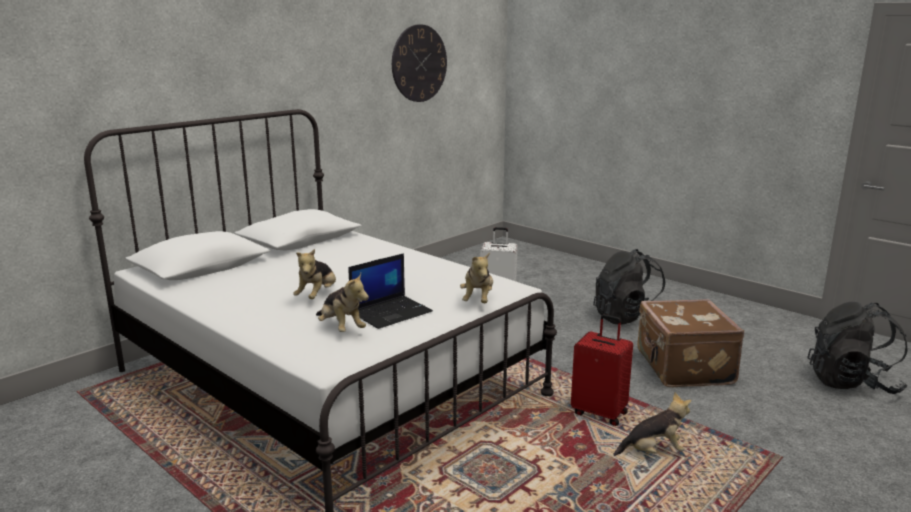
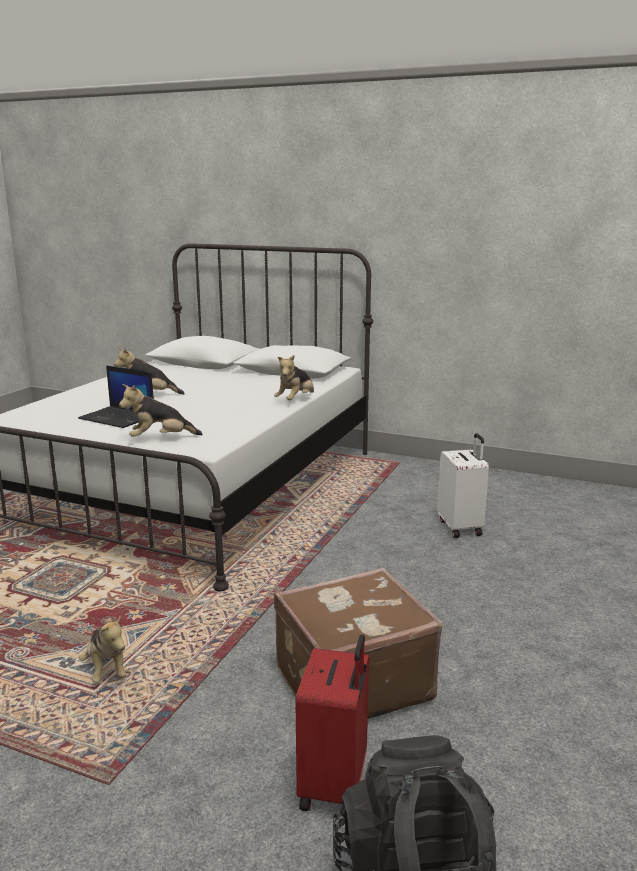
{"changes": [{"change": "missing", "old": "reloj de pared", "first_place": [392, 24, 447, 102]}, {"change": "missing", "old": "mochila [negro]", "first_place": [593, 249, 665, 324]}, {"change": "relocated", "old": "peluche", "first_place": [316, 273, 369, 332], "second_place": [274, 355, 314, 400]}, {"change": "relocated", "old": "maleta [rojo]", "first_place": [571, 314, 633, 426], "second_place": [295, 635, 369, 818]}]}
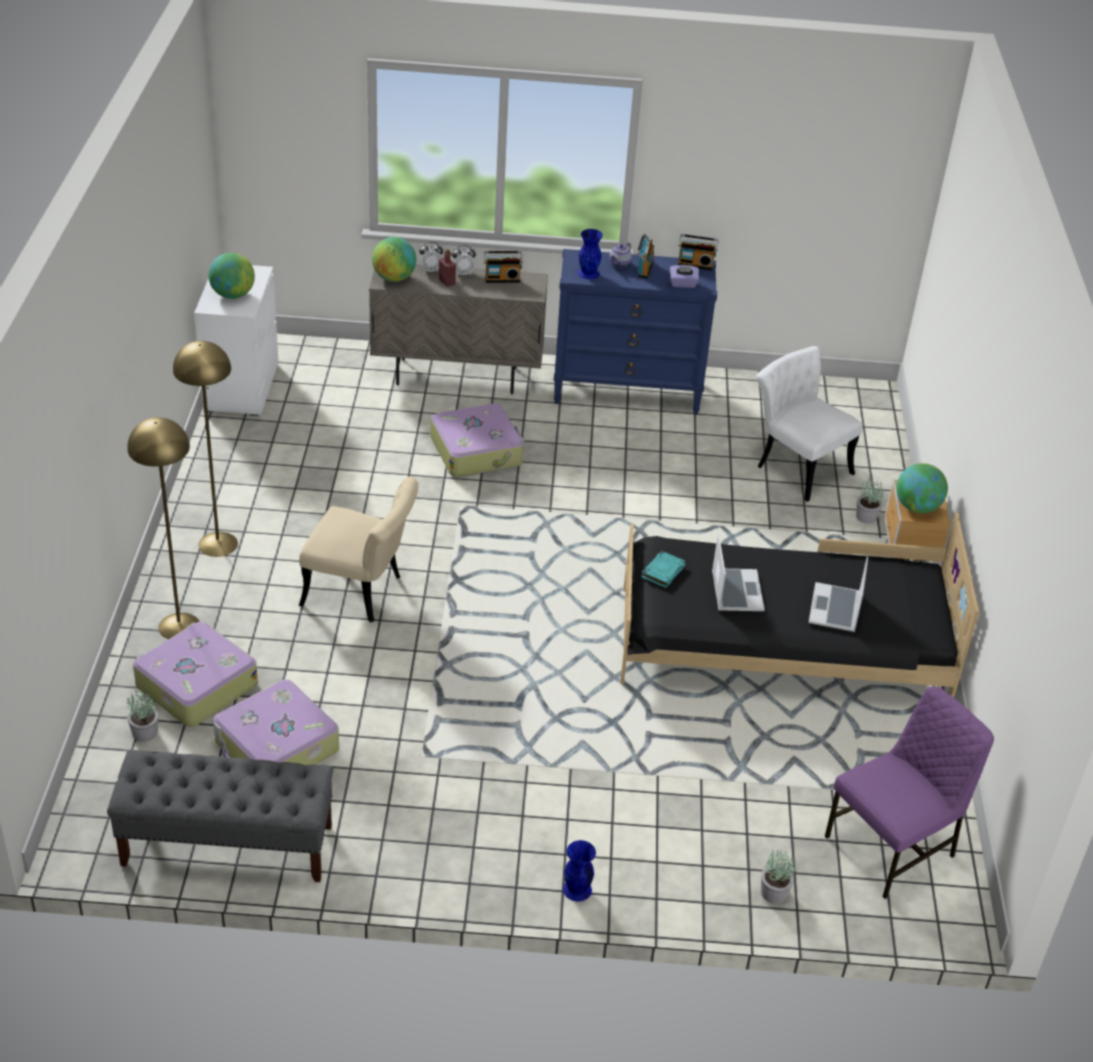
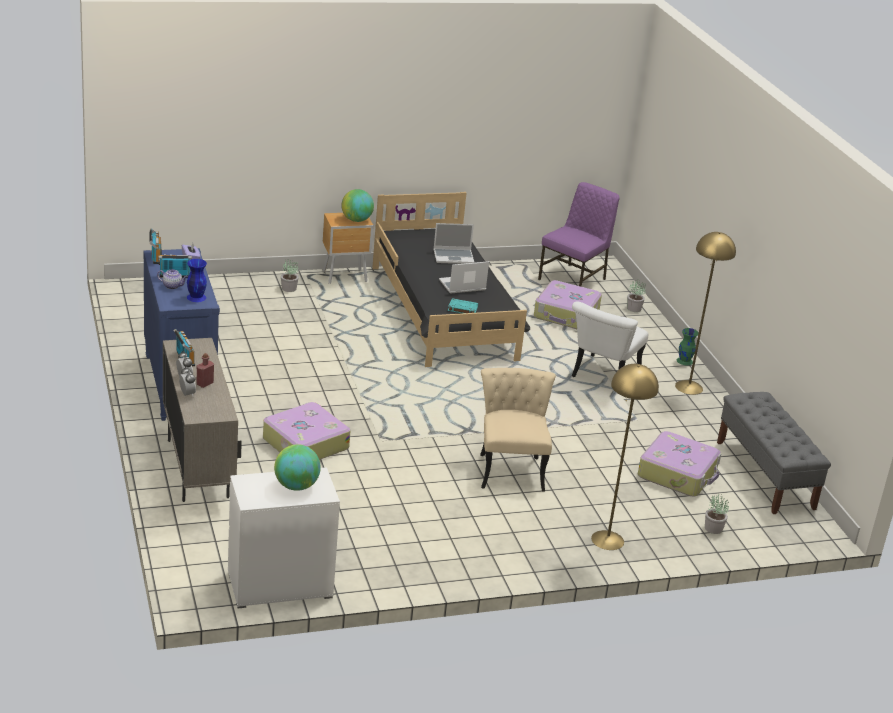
{"changes": [{"change": "missing", "old": "globo terráqueo", "first_place": [372, 237, 416, 282]}, {"change": "relocated", "old": "lámpara de pie [amarillo]", "first_place": [173, 341, 238, 557], "second_place": [675, 232, 736, 395]}, {"change": "relocated", "old": "silla [blanco]", "first_place": [756, 346, 863, 502], "second_place": [572, 301, 648, 377]}, {"change": "relocated", "old": "maleta", "first_place": [133, 622, 258, 727], "second_place": [534, 280, 602, 329]}, {"change": "spun", "old": "silla [morado]", "first_place": [825, 686, 994, 899], "second_place": [538, 182, 620, 287], "degrees": 90}, {"change": "colour", "old": "florero [azul]", "new": "florero [verde]", "first_place": [563, 840, 596, 902], "second_place": [677, 328, 698, 365]}]}
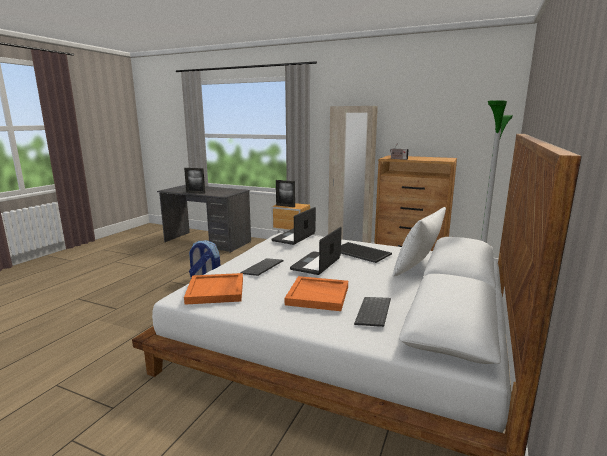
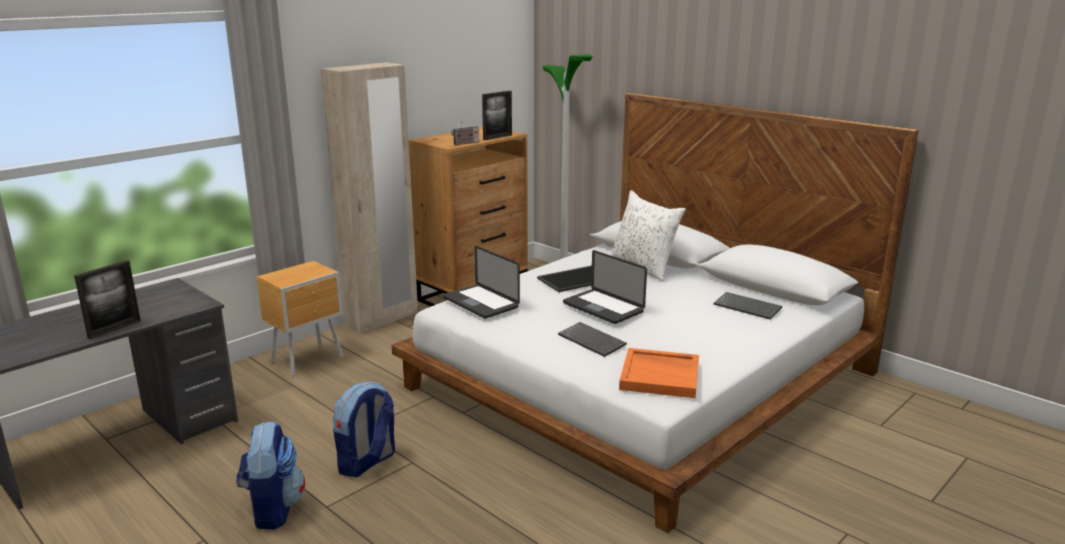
{"changes": [{"change": "relocated", "old": "portarretratos", "first_place": [276, 180, 295, 207], "second_place": [482, 91, 512, 140]}, {"change": "missing", "old": "bandeja [naranja]", "first_place": [285, 276, 348, 311]}, {"change": "appeared", "new": "mochila", "second_place": [237, 422, 305, 530]}]}
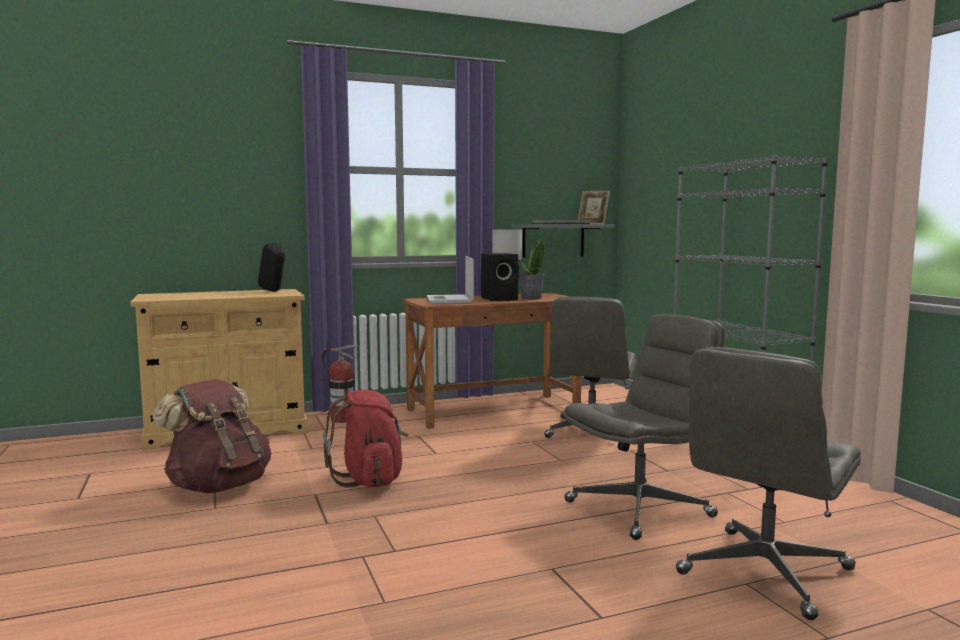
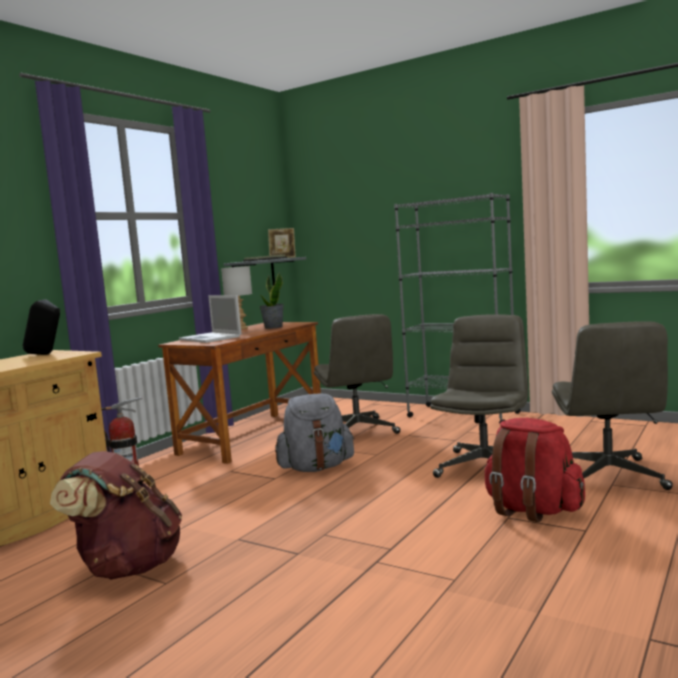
{"changes": [{"change": "missing", "old": "altavoz [negro]", "first_place": [481, 253, 519, 301]}, {"change": "relocated", "old": "mochila [rojo]", "first_place": [323, 390, 409, 488], "second_place": [484, 418, 585, 522]}, {"change": "appeared", "new": "mochila [gris]", "second_place": [275, 393, 355, 472]}]}
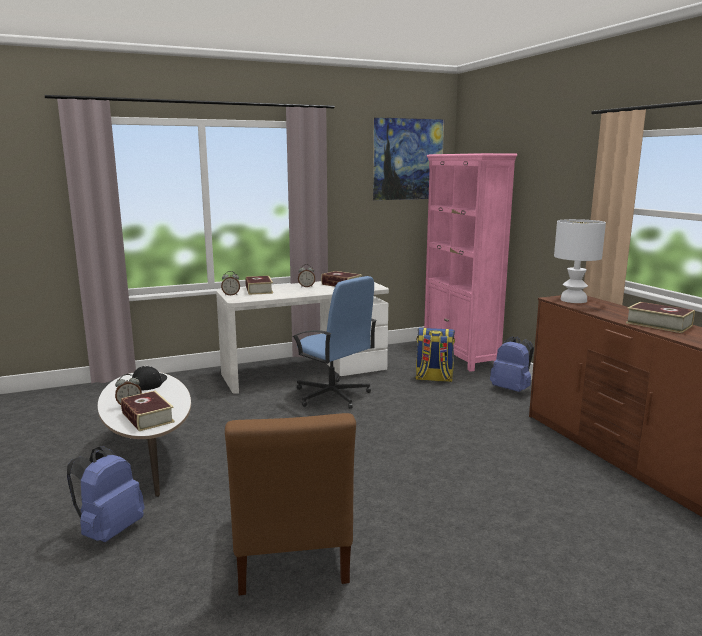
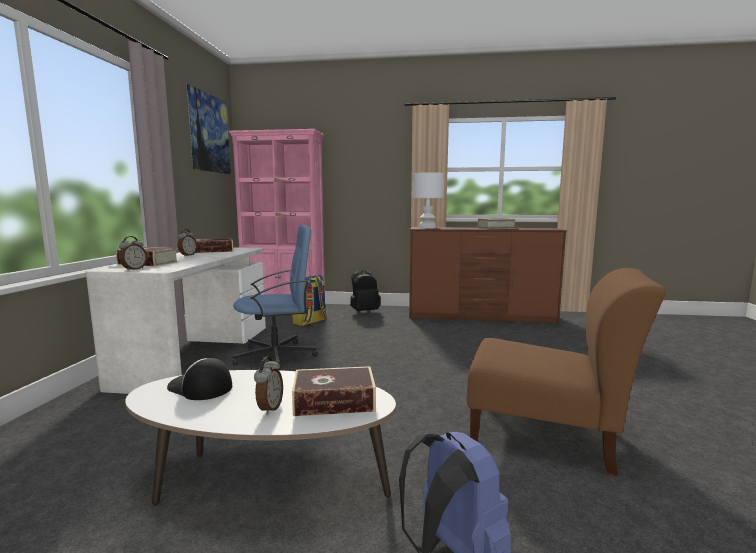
{"changes": [{"change": "colour", "old": "mochila [azul]", "new": "mochila [negro]", "first_place": [490, 336, 534, 392], "second_place": [350, 270, 381, 311]}]}
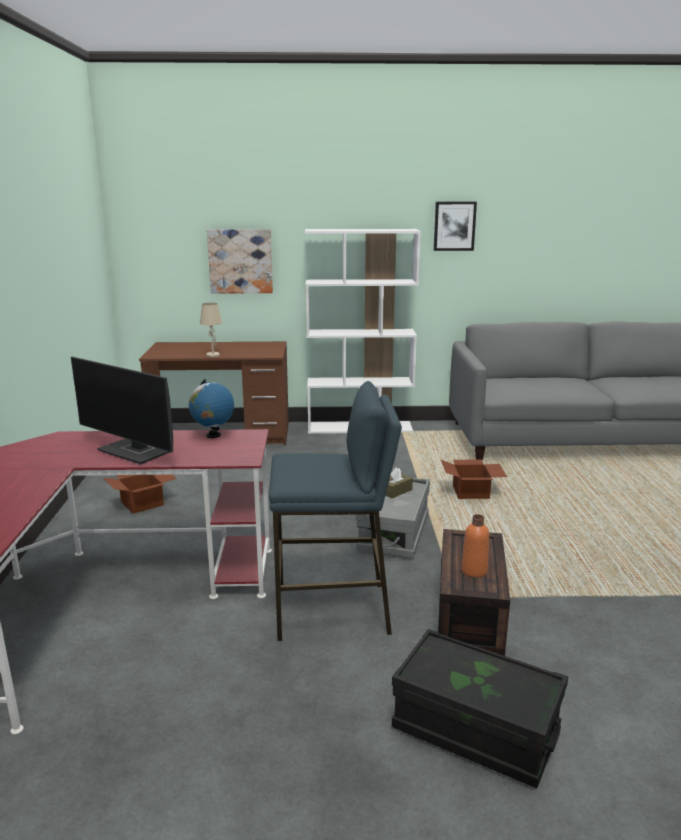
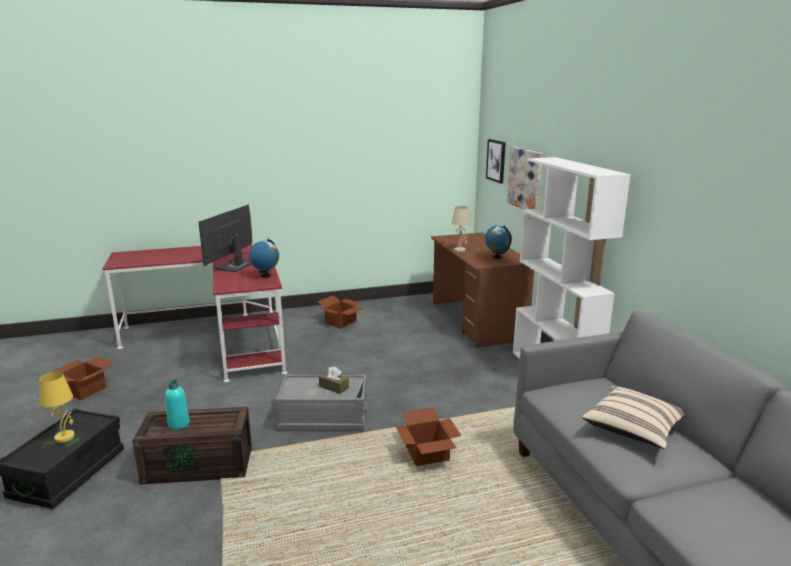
{"changes": [{"change": "relocated", "old": "cuadro", "first_place": [434, 202, 477, 251], "second_place": [486, 139, 506, 184]}, {"change": "missing", "old": "taburete [azul]", "first_place": [269, 381, 402, 641]}, {"change": "colour", "old": "botella [naranja]", "new": "botella [turquesa]", "first_place": [461, 514, 489, 577], "second_place": [165, 380, 190, 430]}, {"change": "appeared", "new": "globo terráqueo", "second_place": [485, 225, 512, 259]}, {"change": "appeared", "new": "caja de cartón", "second_place": [53, 356, 115, 400]}, {"change": "appeared", "new": "lámpara de mesa [amarillo]", "second_place": [39, 372, 75, 442]}, {"change": "appeared", "new": "cojín [beis]", "second_place": [582, 386, 685, 449]}]}
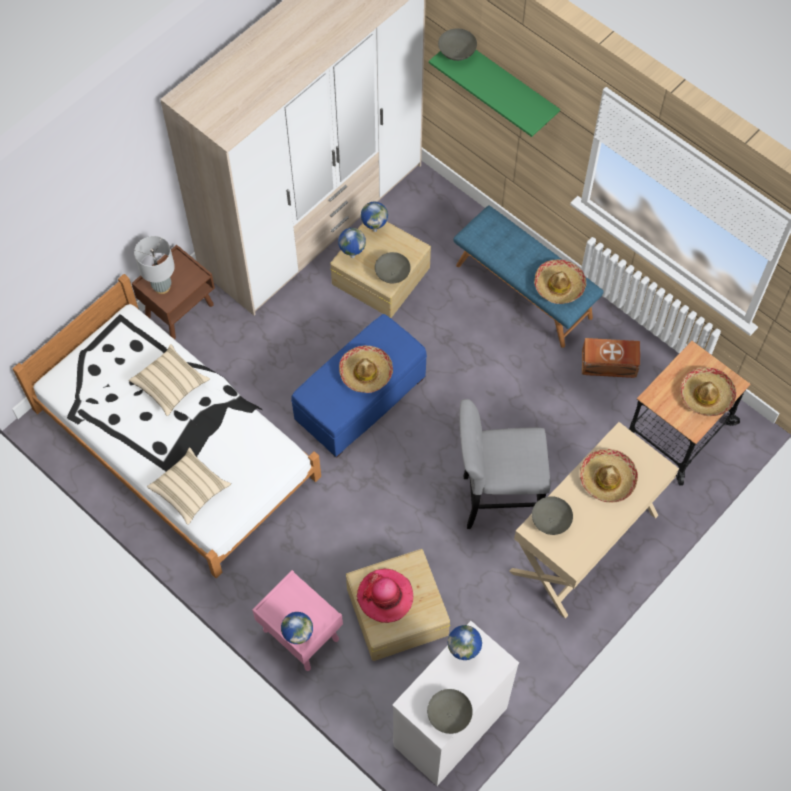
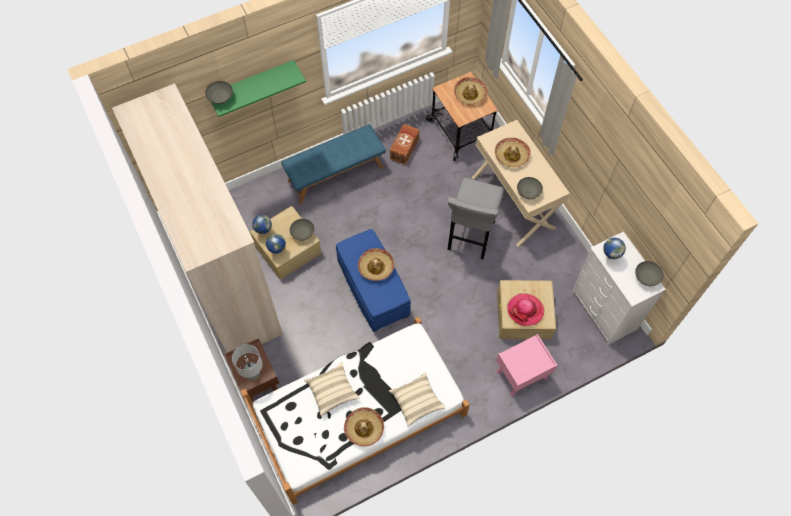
{"changes": [{"change": "relocated", "old": "sombrero", "first_place": [534, 259, 586, 304], "second_place": [344, 407, 384, 447]}, {"change": "missing", "old": "globo terráqueo", "first_place": [281, 612, 313, 644]}]}
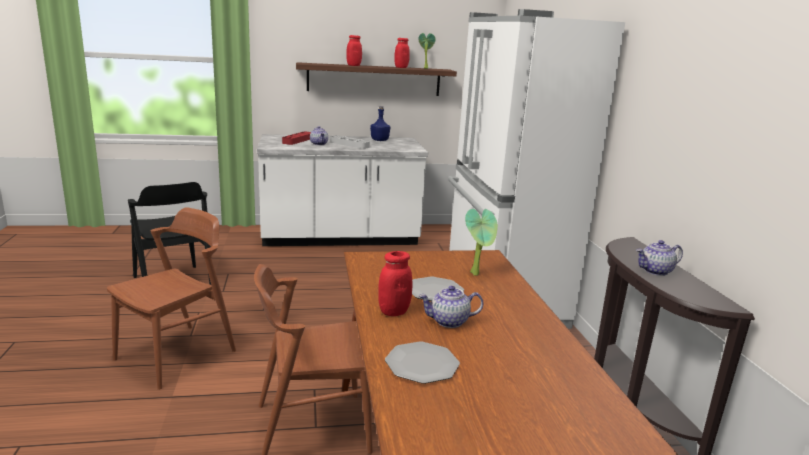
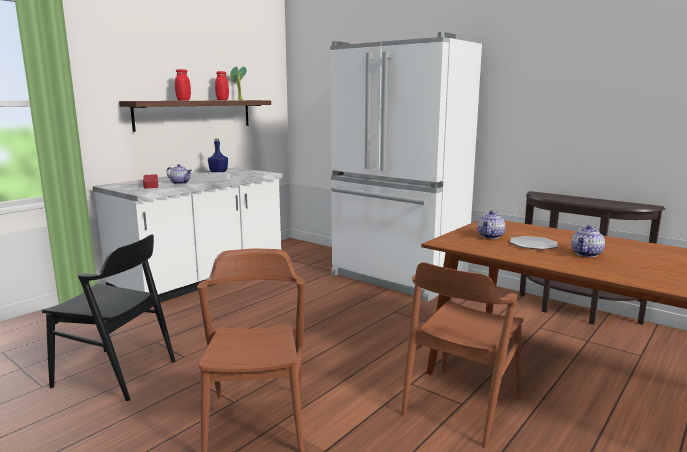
{"changes": [{"change": "missing", "old": "planta en maceta", "first_place": [465, 209, 498, 276]}, {"change": "relocated", "old": "tetera", "first_place": [636, 240, 683, 276], "second_place": [477, 211, 505, 239]}, {"change": "missing", "old": "tarro [rojo]", "first_place": [378, 251, 413, 316]}, {"change": "missing", "old": "plato", "first_place": [385, 341, 460, 384]}]}
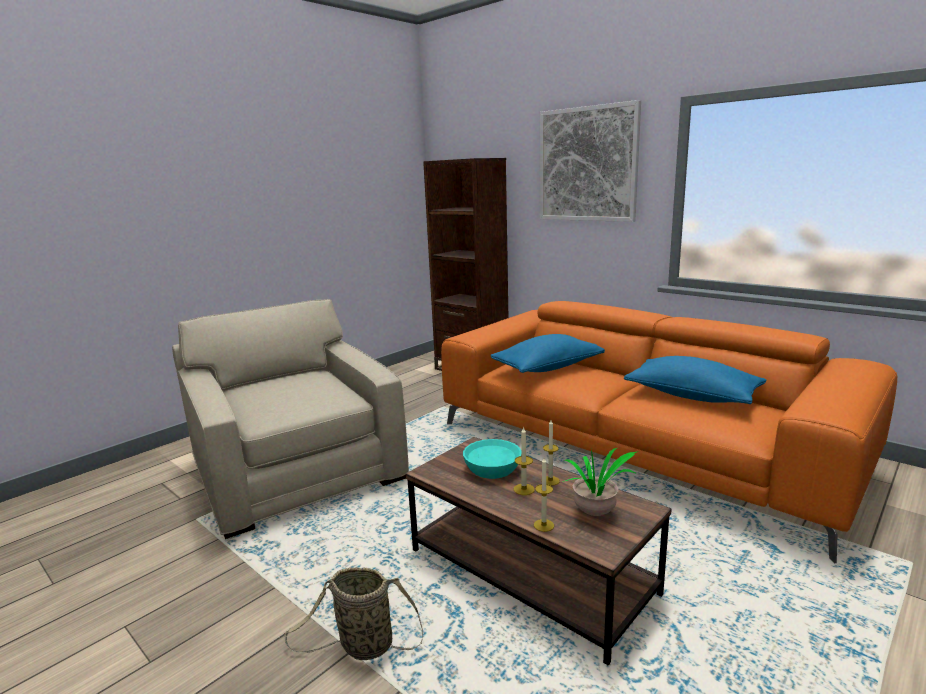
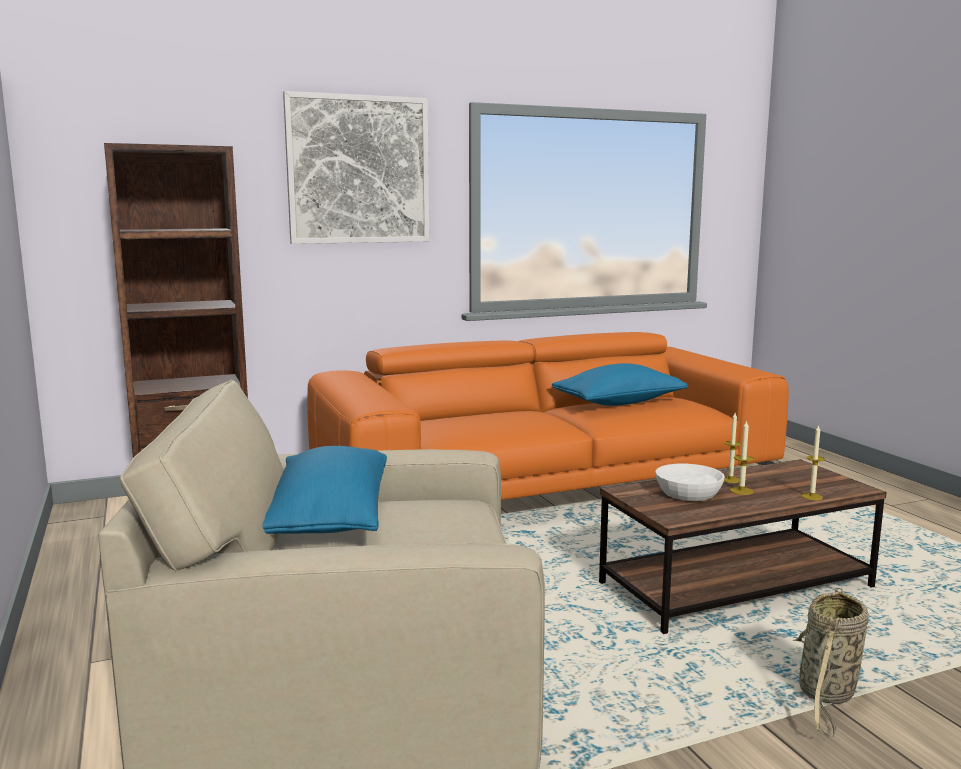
{"changes": [{"change": "relocated", "old": "cojín [azul]", "first_place": [490, 334, 605, 373], "second_place": [262, 446, 387, 534]}, {"change": "colour", "old": "cuenco [turquesa]", "new": "cuenco [blanco]", "first_place": [463, 439, 521, 479], "second_place": [655, 464, 725, 501]}, {"change": "missing", "old": "planta en maceta", "first_place": [562, 448, 639, 516]}]}
